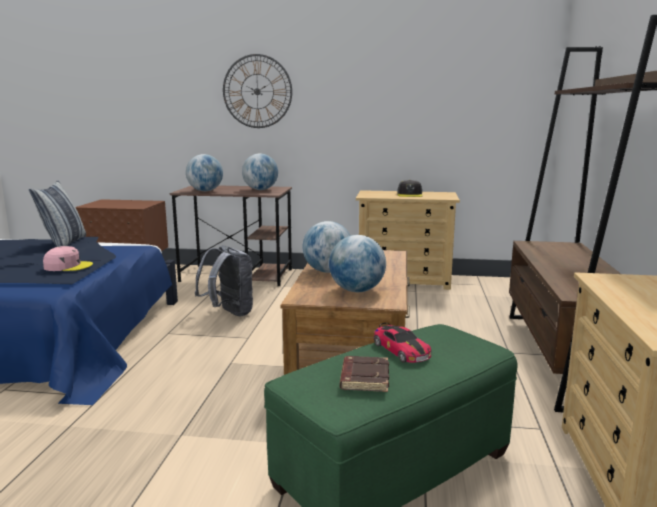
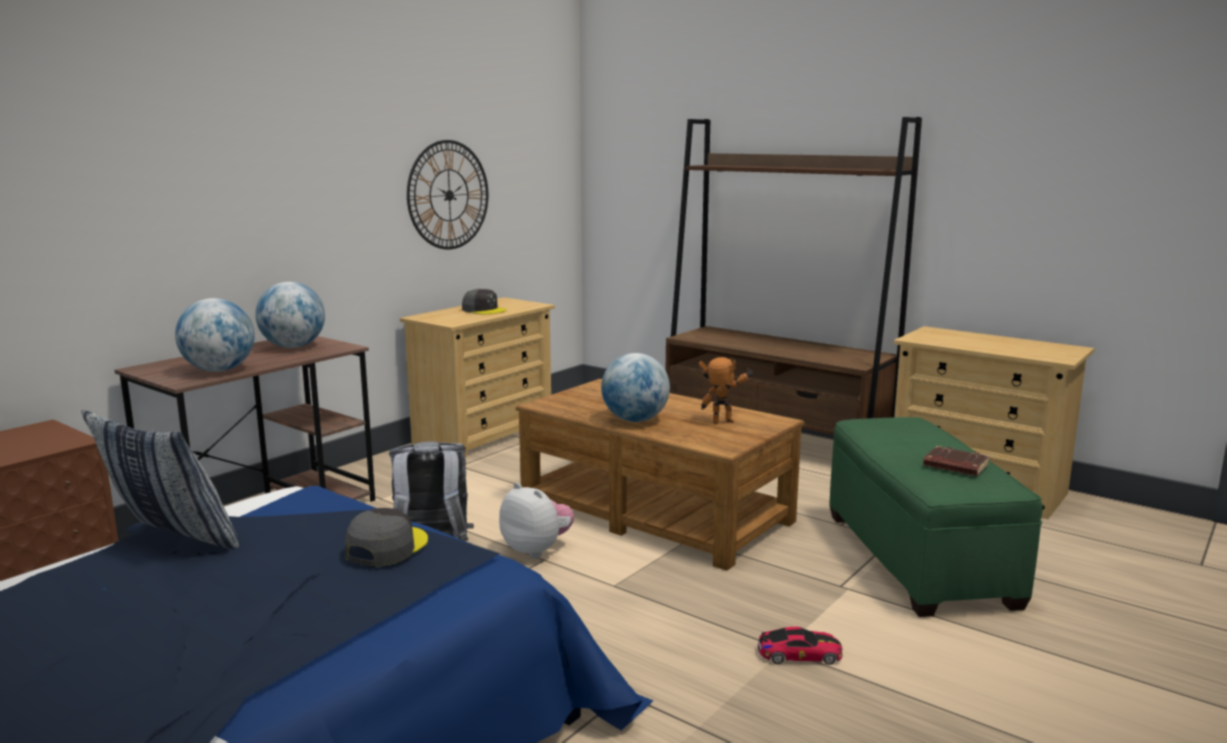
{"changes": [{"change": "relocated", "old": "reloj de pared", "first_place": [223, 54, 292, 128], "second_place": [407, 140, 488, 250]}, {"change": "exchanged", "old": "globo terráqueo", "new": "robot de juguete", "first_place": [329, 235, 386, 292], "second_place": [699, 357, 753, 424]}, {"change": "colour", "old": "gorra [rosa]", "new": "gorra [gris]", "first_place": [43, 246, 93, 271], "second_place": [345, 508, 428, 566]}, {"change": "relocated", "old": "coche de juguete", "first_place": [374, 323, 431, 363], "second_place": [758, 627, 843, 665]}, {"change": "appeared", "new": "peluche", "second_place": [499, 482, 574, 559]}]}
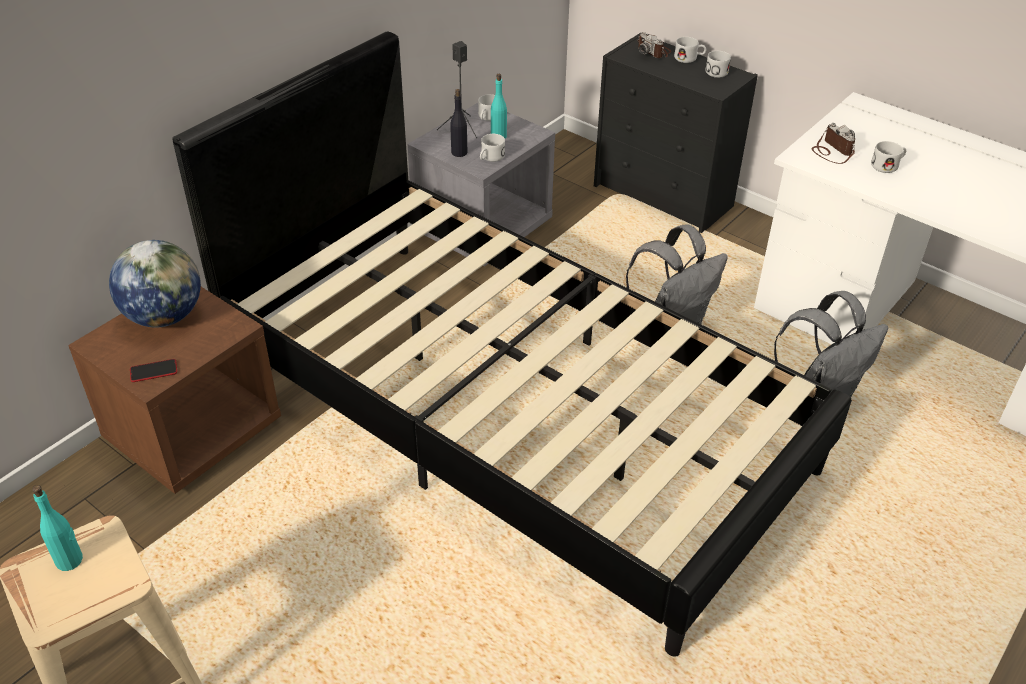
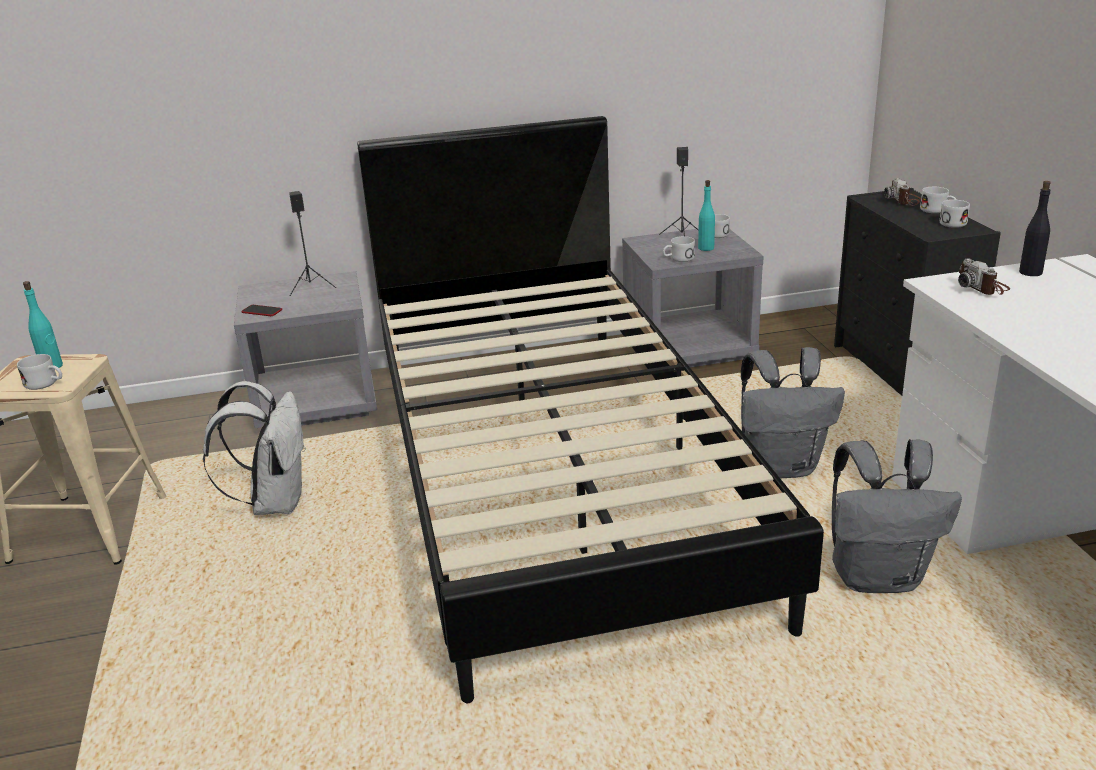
{"changes": [{"change": "relocated", "old": "botella [negro]", "first_place": [450, 89, 467, 157], "second_place": [1019, 181, 1051, 276]}, {"change": "spun", "old": "cámara", "first_place": [812, 123, 855, 164], "second_place": [958, 258, 1010, 295], "degrees": 150}, {"change": "relocated", "old": "taza grande [blanco]", "first_place": [871, 141, 906, 173], "second_place": [17, 354, 62, 390]}, {"change": "exchanged", "old": "globo terráqueo", "new": "altavoz [negro]", "first_place": [109, 240, 201, 328], "second_place": [289, 191, 336, 296]}, {"change": "colour", "old": "mesita de noche [marrón]", "new": "mesita de noche [gris]", "first_place": [68, 287, 281, 494], "second_place": [234, 271, 377, 428]}, {"change": "appeared", "new": "mochila [blanco]", "second_place": [203, 381, 306, 515]}]}
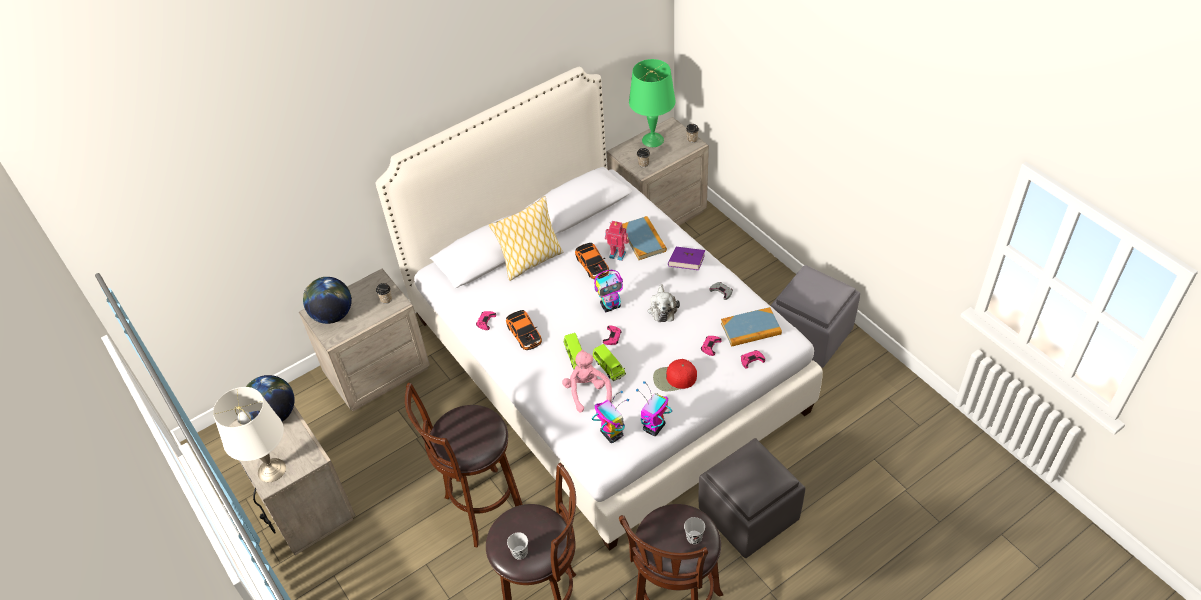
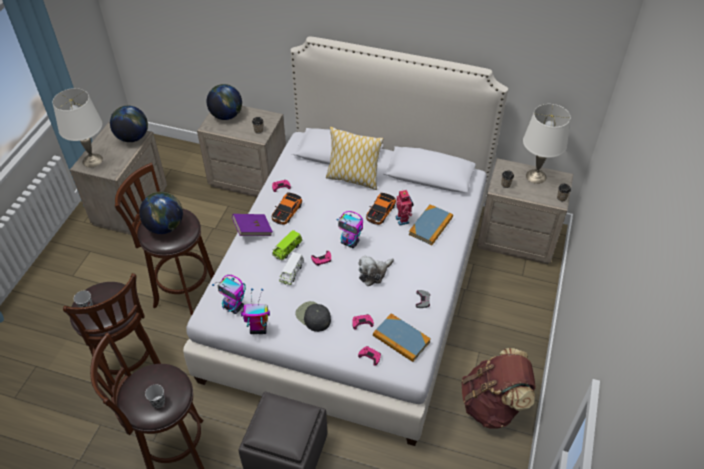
{"changes": [{"change": "colour", "old": "lámpara de mesa [verde]", "new": "lámpara de mesa [blanco]", "first_place": [629, 59, 676, 147], "second_place": [523, 104, 571, 184]}, {"change": "relocated", "old": "libro [morado]", "first_place": [668, 247, 705, 270], "second_place": [232, 214, 273, 236]}, {"change": "exchanged", "old": "puf [gris]", "new": "mochila [marrón]", "first_place": [771, 265, 860, 368], "second_place": [461, 348, 536, 429]}, {"change": "colour", "old": "coche de juguete [verde]", "new": "coche de juguete [blanco]", "first_place": [592, 344, 626, 381], "second_place": [279, 252, 304, 285]}, {"change": "missing", "old": "peluche [rosa]", "first_place": [562, 350, 612, 413]}, {"change": "colour", "old": "gorra [rojo]", "new": "gorra [negro]", "first_place": [653, 359, 697, 391], "second_place": [295, 301, 331, 332]}, {"change": "spun", "old": "robot de juguete", "first_place": [592, 391, 629, 443], "second_place": [212, 275, 246, 314], "degrees": 105}, {"change": "appeared", "new": "globo terráqueo", "second_place": [139, 192, 183, 234]}]}
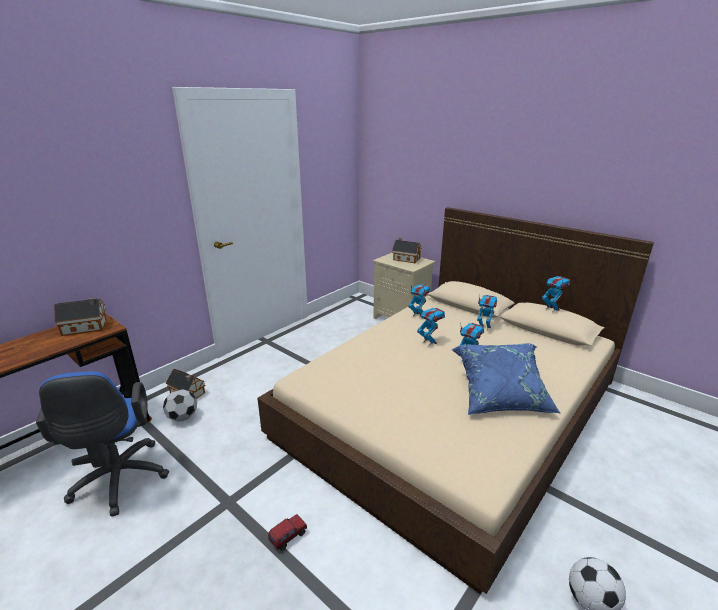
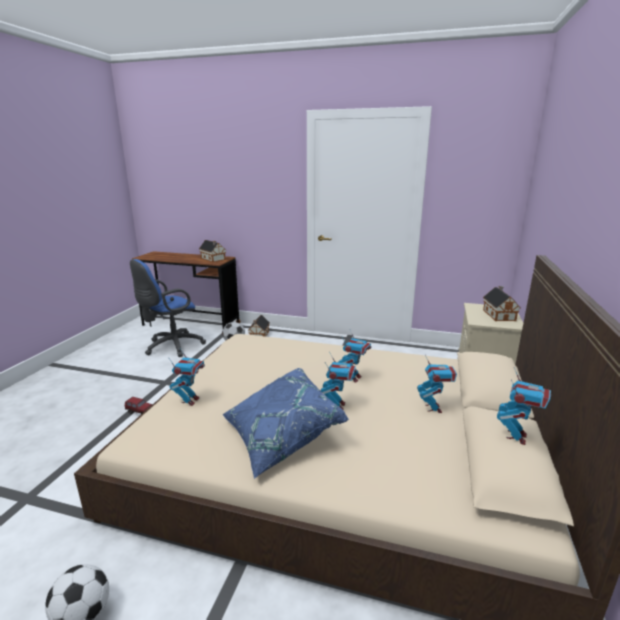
{"changes": [{"change": "relocated", "old": "robot de juguete", "first_place": [409, 284, 431, 318], "second_place": [168, 348, 205, 406]}]}
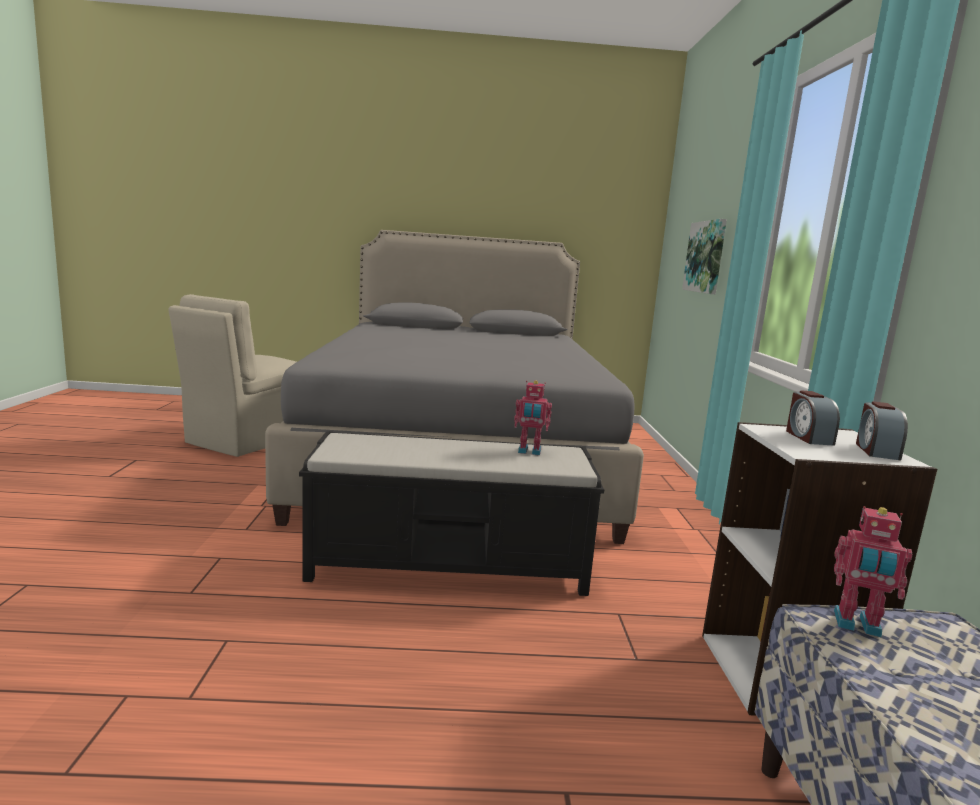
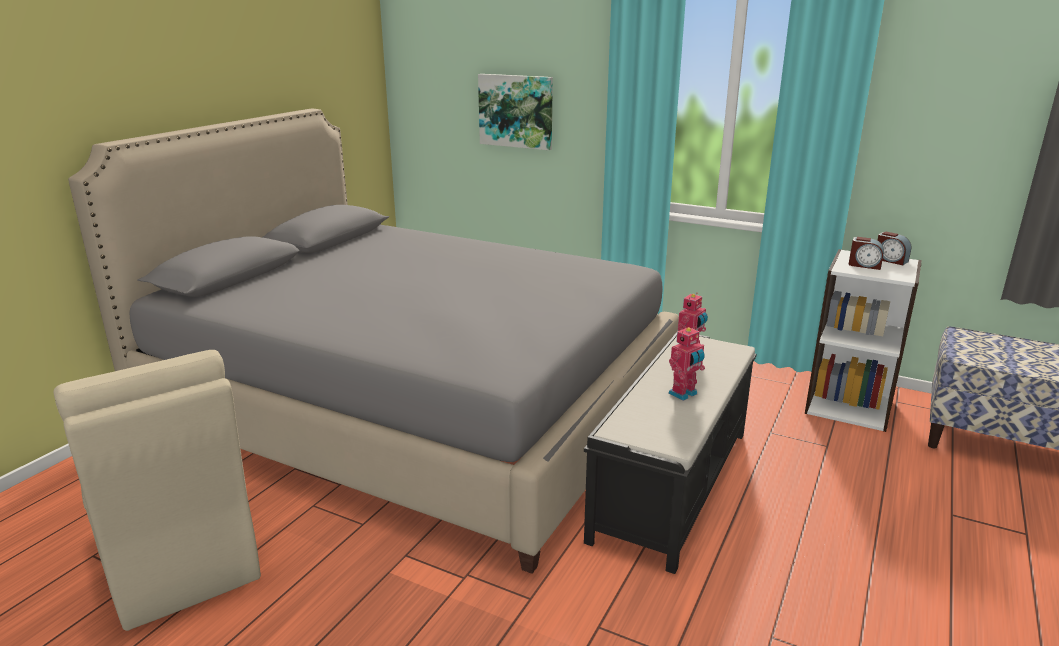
{"changes": [{"change": "relocated", "old": "robot de juguete", "first_place": [834, 506, 912, 638], "second_place": [668, 326, 705, 401]}]}
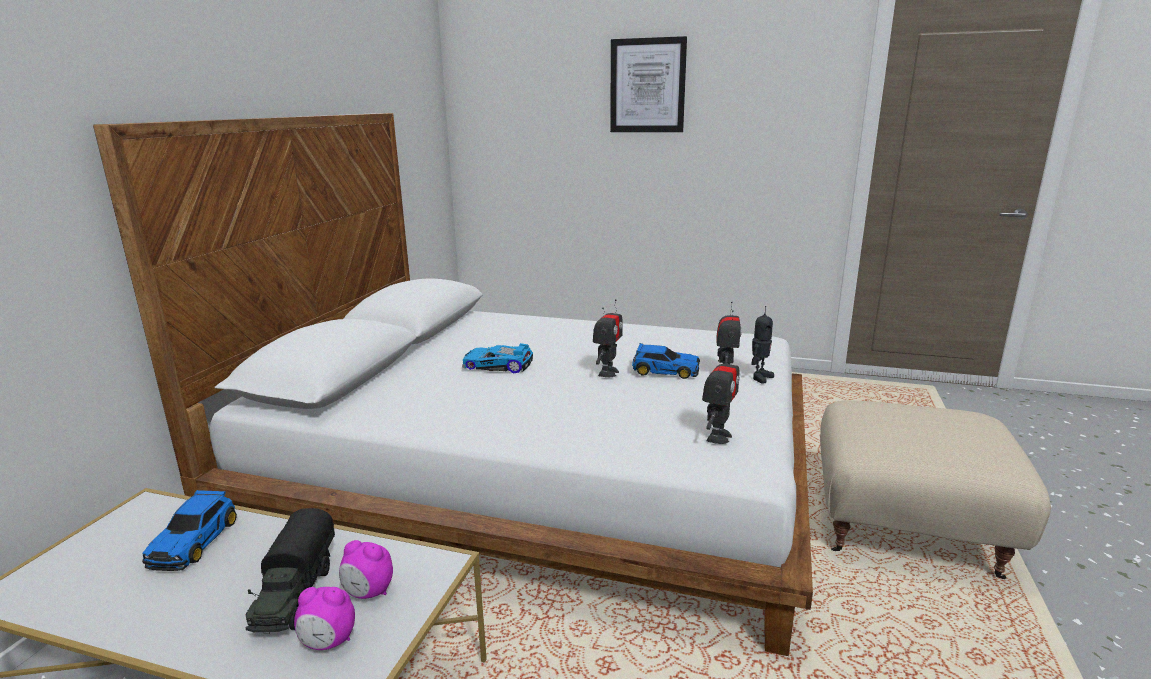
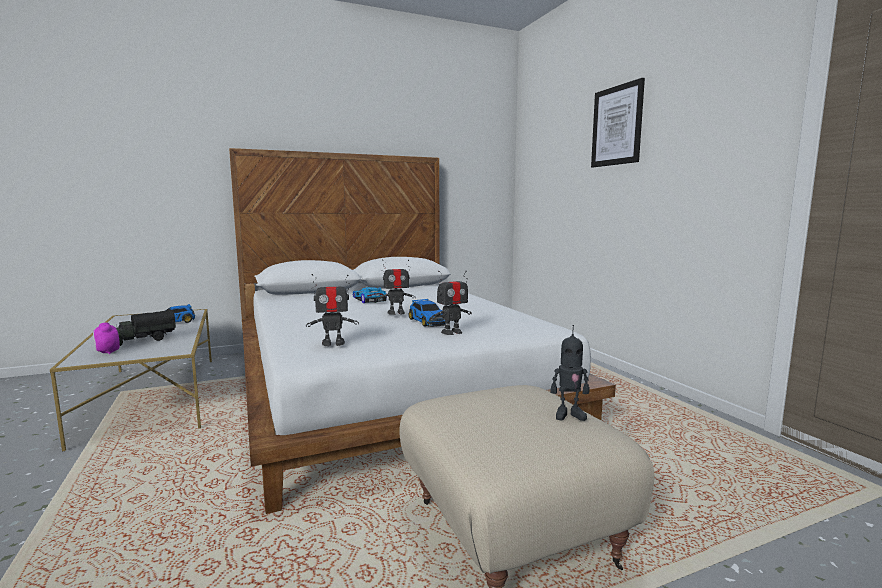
{"changes": [{"change": "relocated", "old": "robot de juguete", "first_place": [751, 306, 774, 384], "second_place": [551, 325, 590, 421]}, {"change": "missing", "old": "despertador", "first_place": [339, 540, 393, 599]}]}
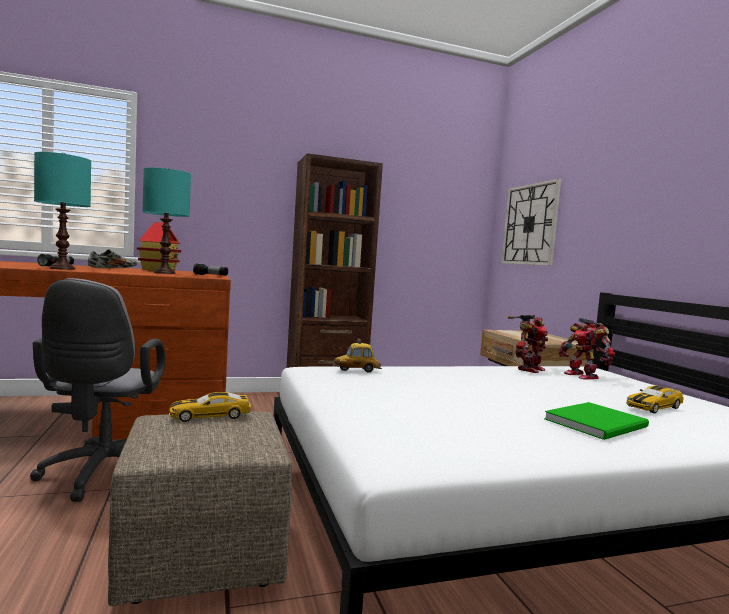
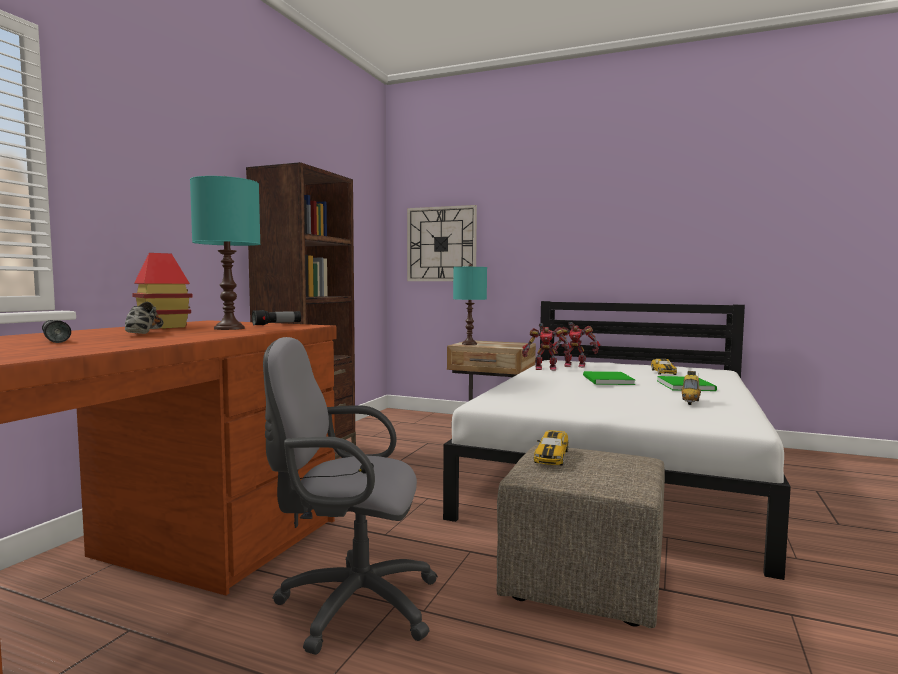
{"changes": [{"change": "relocated", "old": "lámpara de mesa [turquesa]", "first_place": [34, 152, 91, 270], "second_place": [453, 264, 487, 345]}, {"change": "spun", "old": "silla de oficina [gris]", "first_place": [30, 278, 165, 502], "second_place": [263, 337, 438, 655], "degrees": 150}, {"change": "spun", "old": "robot de juguete", "first_place": [508, 314, 548, 373], "second_place": [522, 323, 571, 370], "degrees": 105}, {"change": "relocated", "old": "coche de juguete", "first_place": [333, 339, 382, 372], "second_place": [681, 371, 701, 405]}, {"change": "appeared", "new": "libro [verde]", "second_place": [583, 371, 635, 385]}]}
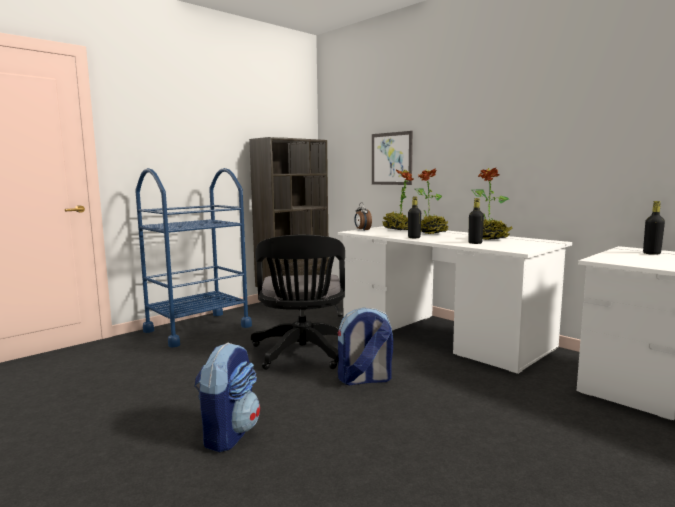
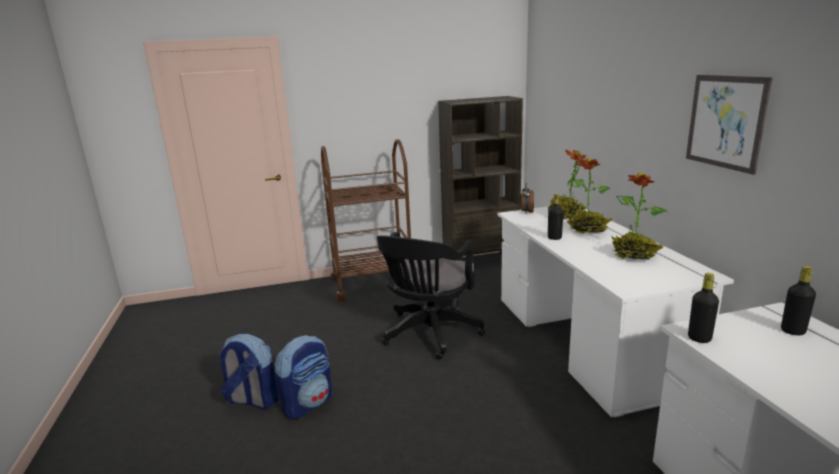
{"changes": [{"change": "relocated", "old": "cuadro", "first_place": [372, 131, 413, 185], "second_place": [686, 75, 773, 175]}, {"change": "colour", "old": "carrito [azul]", "new": "carrito [marrón]", "first_place": [135, 168, 252, 348], "second_place": [321, 139, 411, 302]}, {"change": "relocated", "old": "botella [negro]", "first_place": [468, 198, 484, 244], "second_place": [688, 273, 719, 343]}, {"change": "relocated", "old": "mochila", "first_place": [337, 308, 393, 385], "second_place": [219, 334, 279, 410]}]}
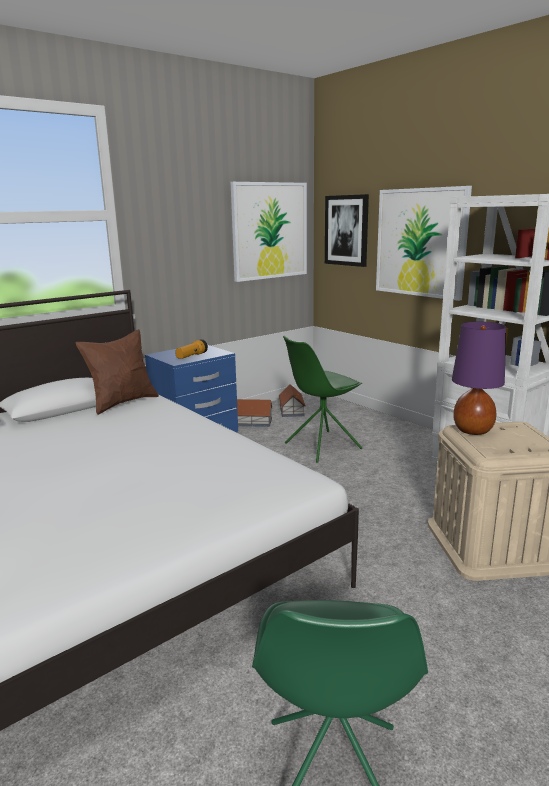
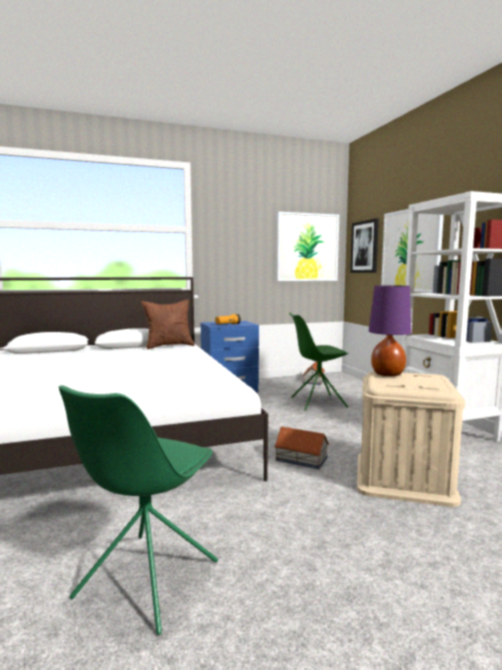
{"changes": [{"change": "relocated", "old": "casita", "first_place": [237, 399, 273, 427], "second_place": [274, 427, 329, 469]}]}
